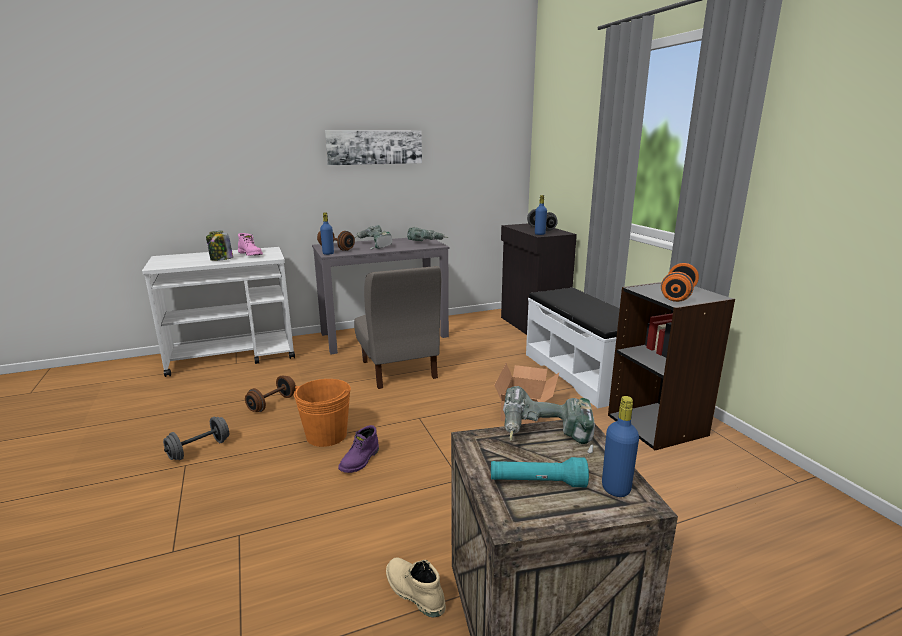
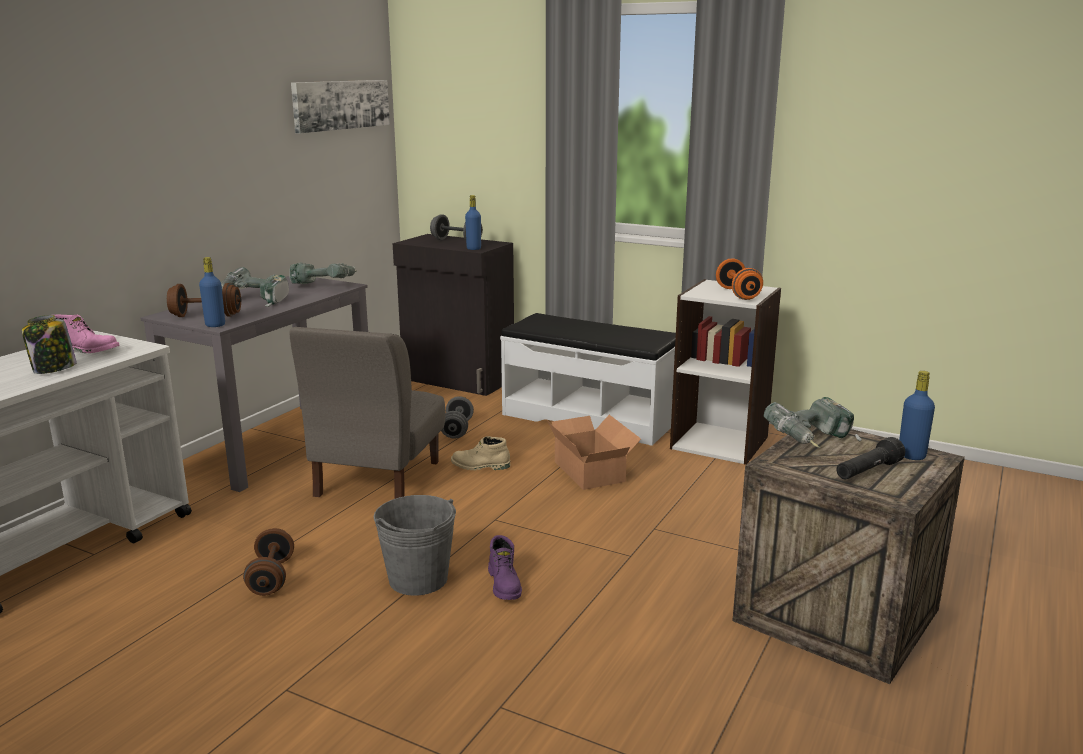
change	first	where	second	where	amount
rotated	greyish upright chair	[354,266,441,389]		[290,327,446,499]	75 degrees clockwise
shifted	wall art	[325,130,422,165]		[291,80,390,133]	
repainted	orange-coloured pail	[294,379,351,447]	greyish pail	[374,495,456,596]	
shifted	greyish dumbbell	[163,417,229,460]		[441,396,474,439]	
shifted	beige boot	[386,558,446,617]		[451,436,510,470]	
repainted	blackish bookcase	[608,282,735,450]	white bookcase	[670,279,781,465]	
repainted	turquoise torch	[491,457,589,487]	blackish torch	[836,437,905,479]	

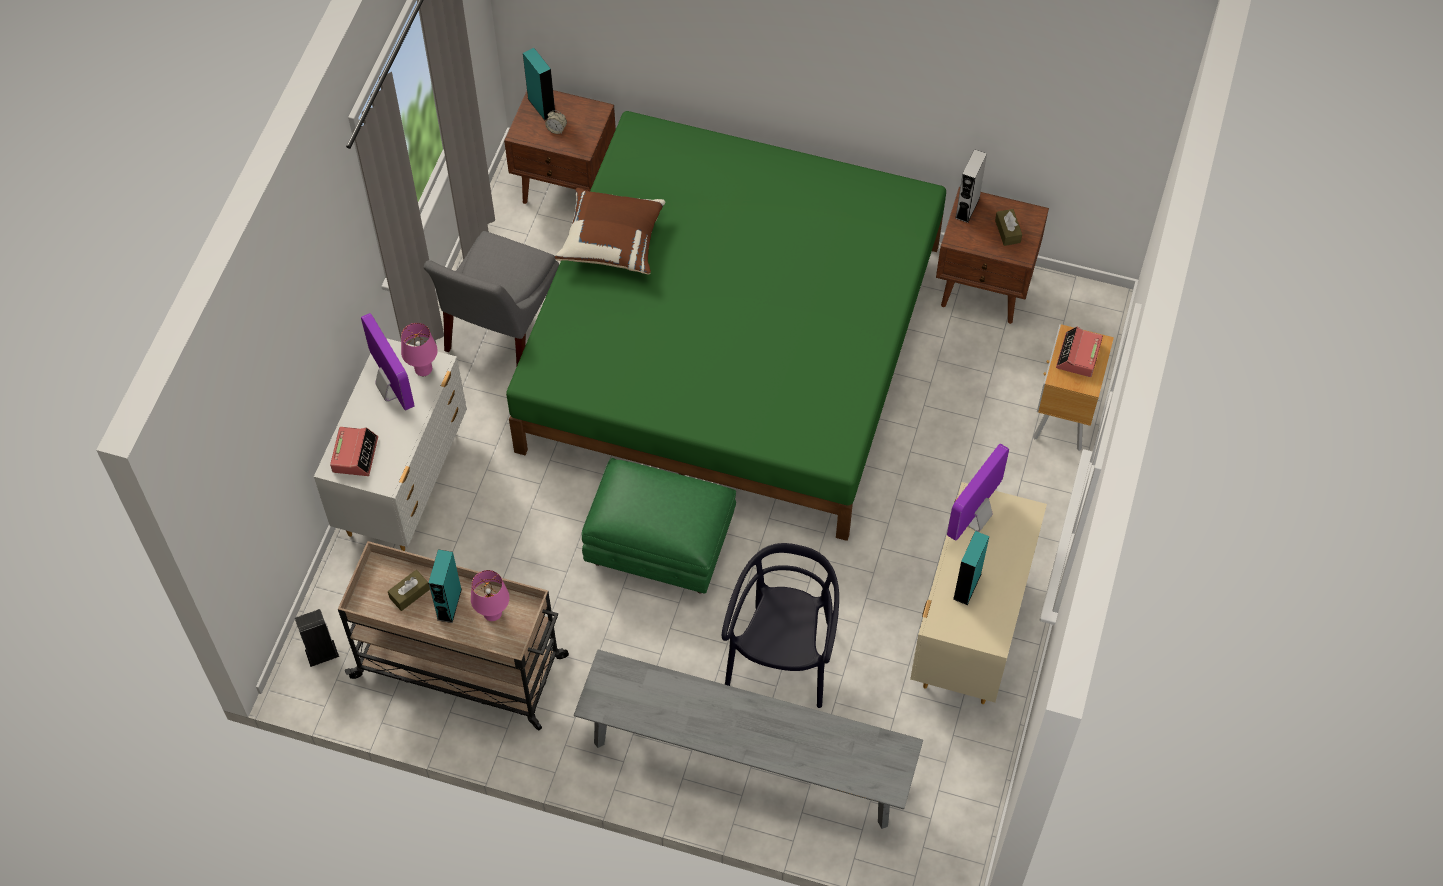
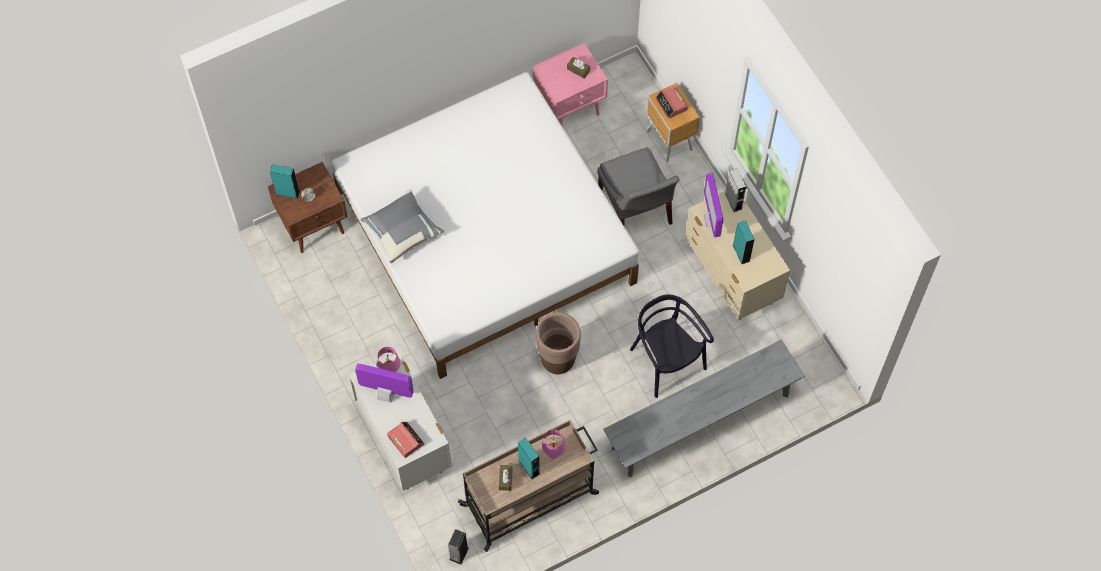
change	first	where	second	where	amount
repainted	green bed	[506,111,946,541]	white bed	[331,72,639,379]	
repainted	brownish pillow	[555,188,665,274]	greyish pillow	[361,189,444,263]	
repainted	brownish night table	[936,187,1049,324]	pink-coloured night table	[533,43,608,126]	
swapped	green ottoman	[582,458,736,594]	brownish plant pot	[536,312,581,374]	
shifted	greyish upright chair	[423,231,559,365]		[597,148,680,225]	
shifted	greyish audio speaker	[955,149,987,223]		[725,168,746,212]	

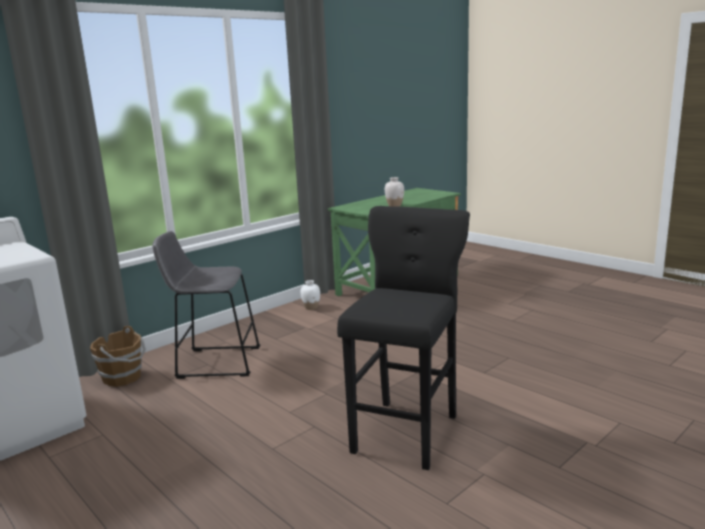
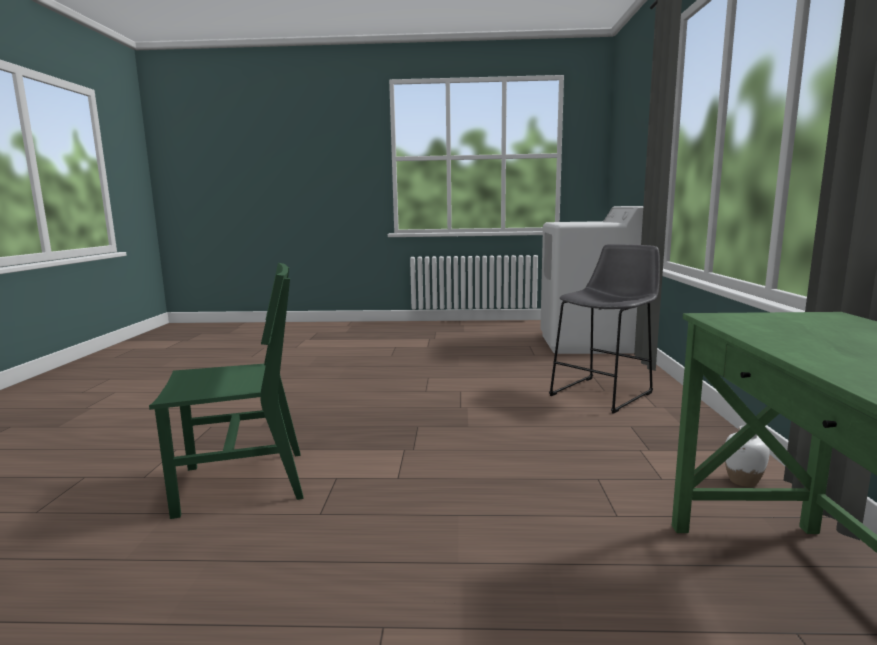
change	first	where	second	where	amount
new			green upright chair	[149,263,304,519]	
gone	brownish pail	[90,326,146,387]			
gone	blackish stool	[337,206,470,470]			
gone	white flower vase	[385,177,404,207]			

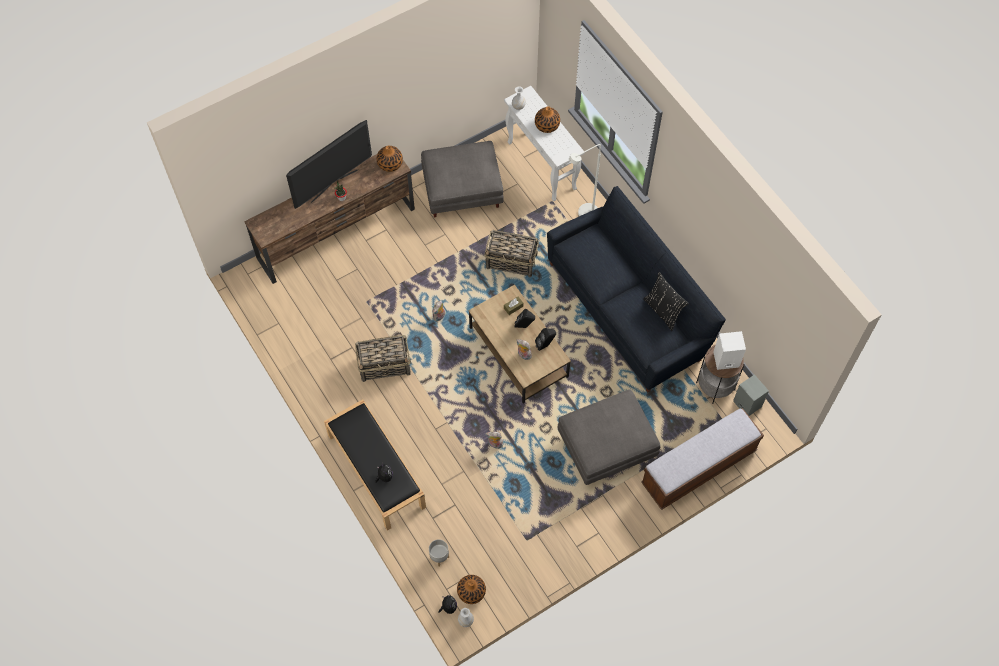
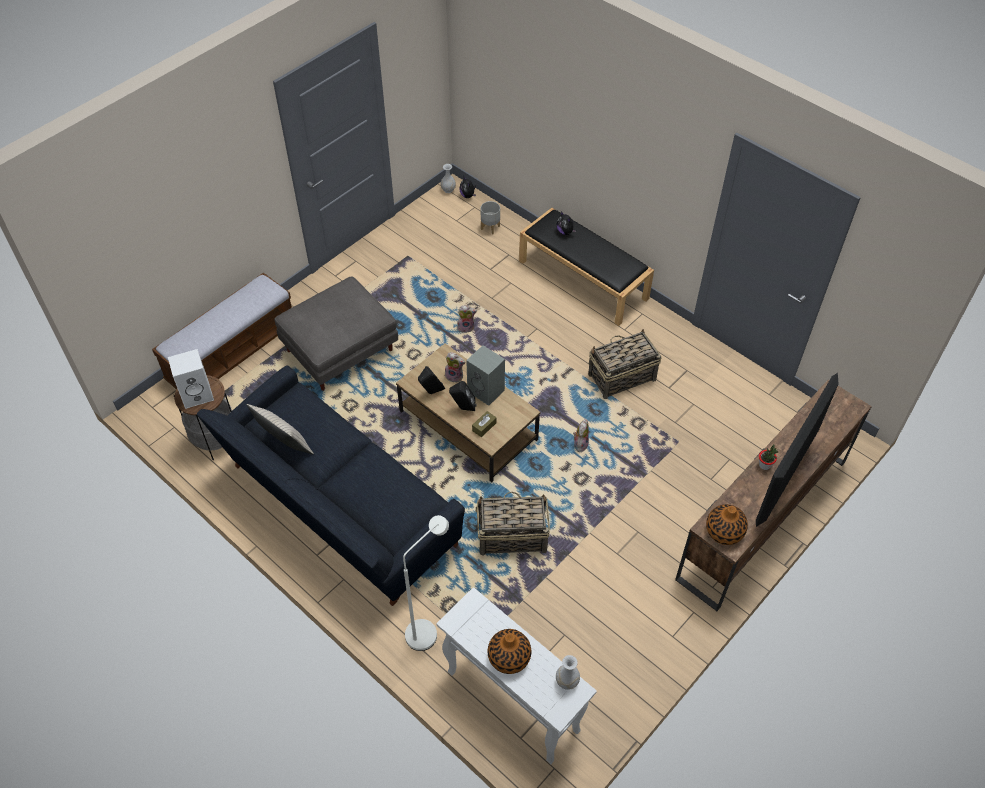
change	first	where	second	where	amount
repainted	blackish pillow	[643,272,689,331]	beige pillow	[246,404,314,454]	
shifted	greyish audio speaker	[733,374,769,416]		[466,345,505,406]	
gone	greyish ottoman	[421,141,504,217]			
gone	flower vase	[457,575,486,604]			

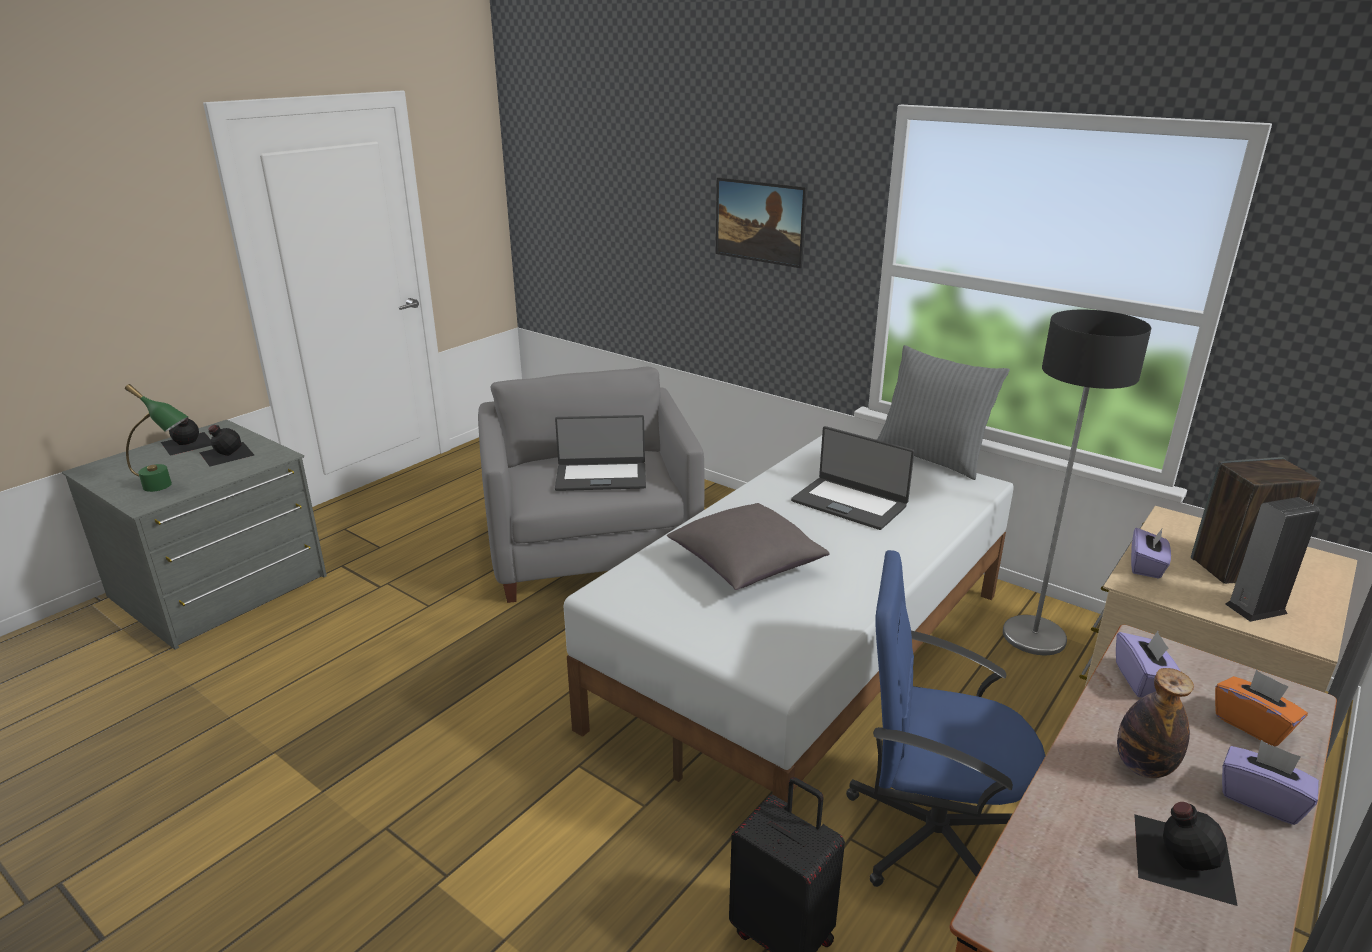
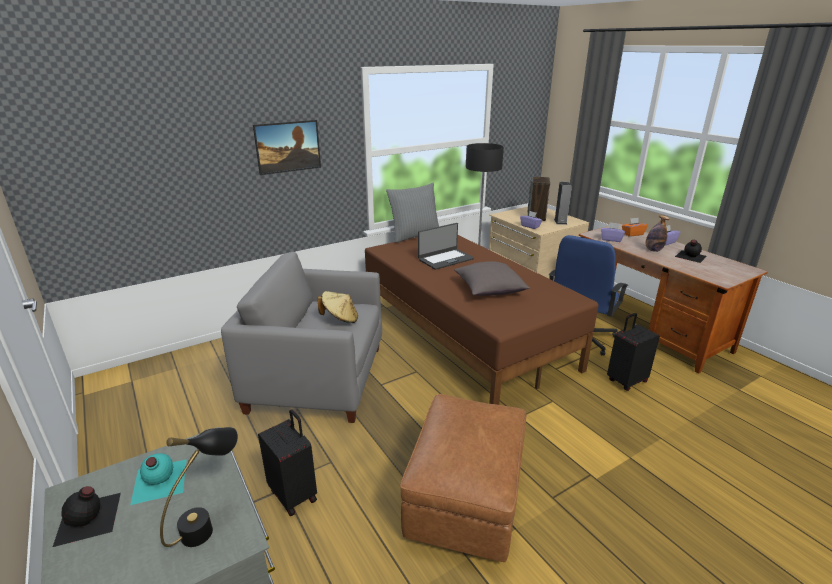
change	first	where	second	where	amount
repainted	blackish beverage bottle	[199,425,254,467]	turquoise beverage bottle	[130,453,187,505]	
repainted	green tabletop lamp	[125,384,188,492]	blackish tabletop lamp	[160,427,238,547]	
new			blackish travel case	[258,409,317,516]	
swapped	portable computer	[555,415,646,491]	beige wearable hat	[318,291,358,323]	
repainted	white bed	[564,435,1014,803]	brownish bed	[365,235,598,405]	
new			brownish ottoman	[400,394,526,562]	

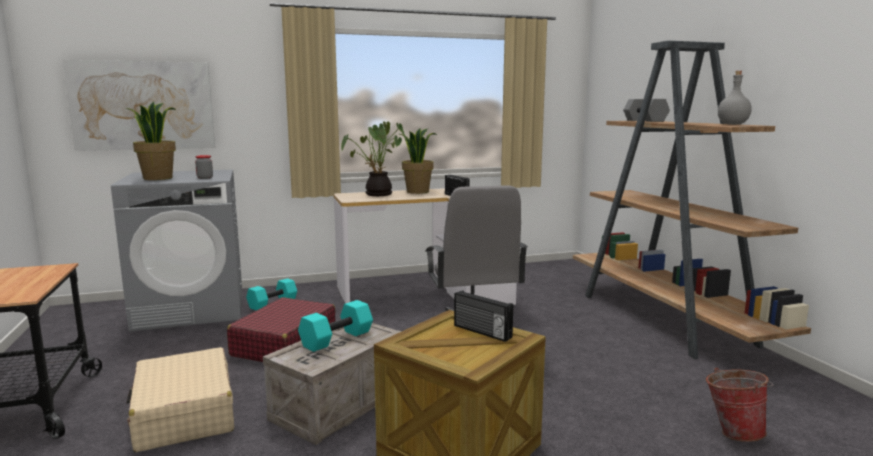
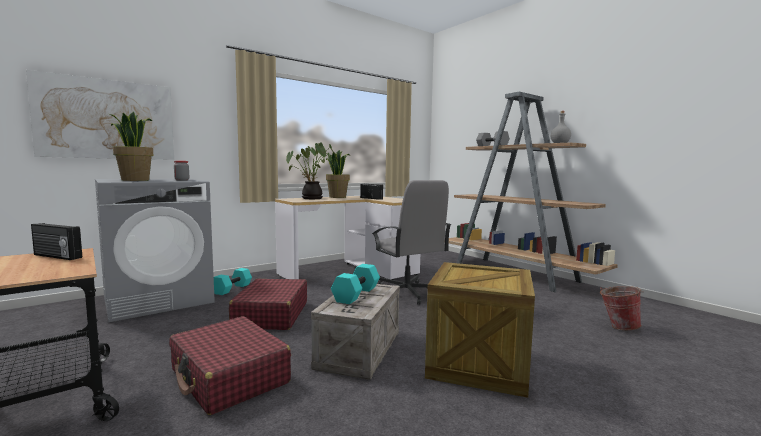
change	first	where	second	where	amount
shifted	radio receiver	[454,290,513,342]		[31,223,82,260]	
repainted	beige travel case	[127,347,234,452]	reddish travel case	[169,316,291,415]	

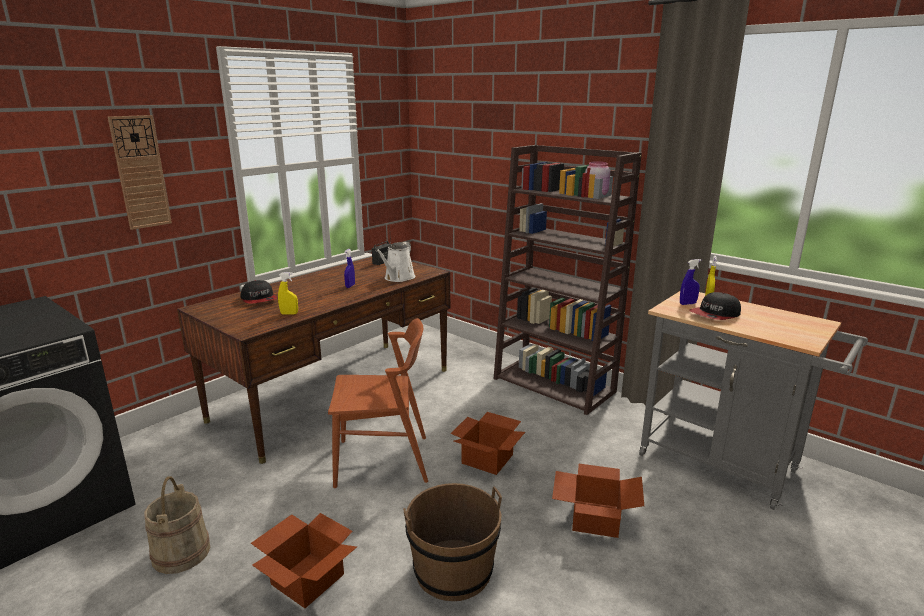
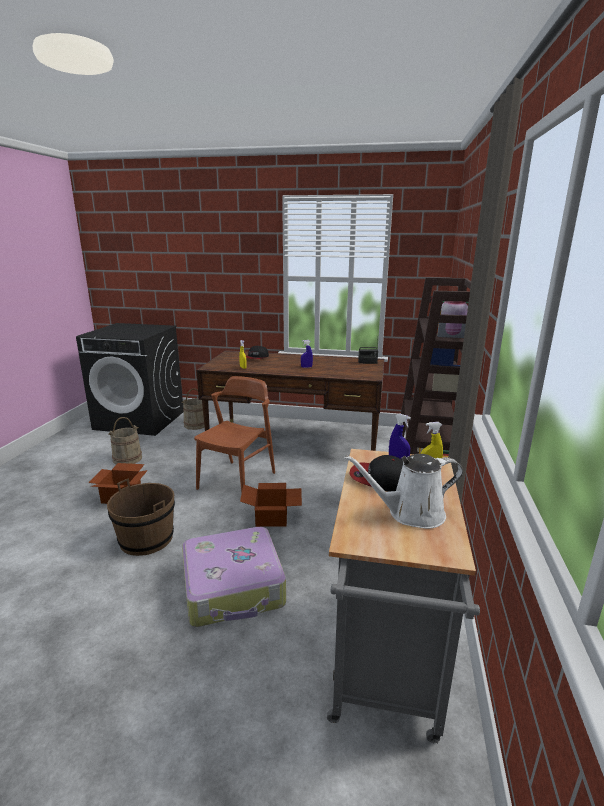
change	first	where	second	where	amount
new			beige pail	[182,388,205,430]	
swapped	carton	[552,464,644,538]	travel case	[182,527,286,627]	
rotated	brownish upright chair	[328,318,428,488]		[194,376,275,493]	120 degrees counterclockwise
shifted	white sprinkling can	[376,242,415,282]		[344,454,463,529]	
gone	hanging clock	[108,115,172,230]			

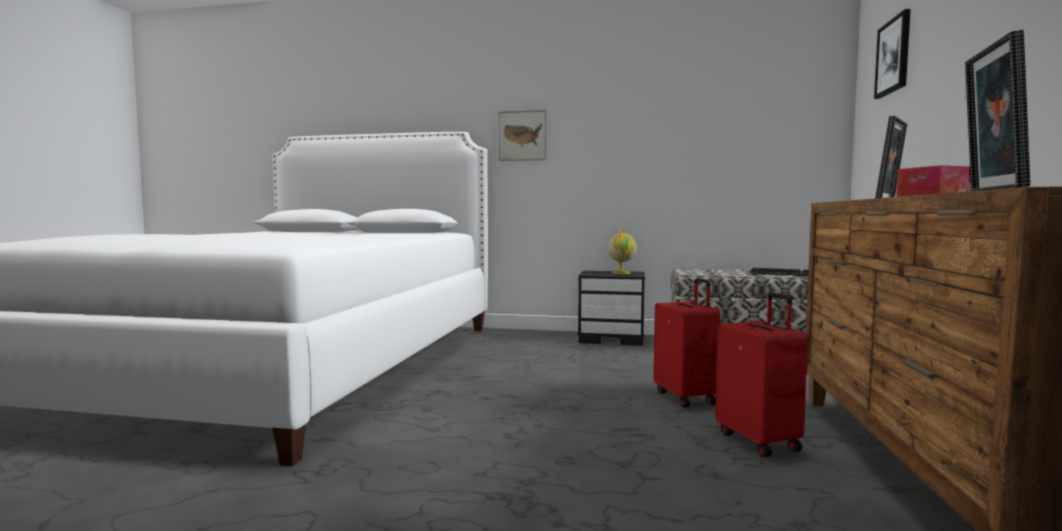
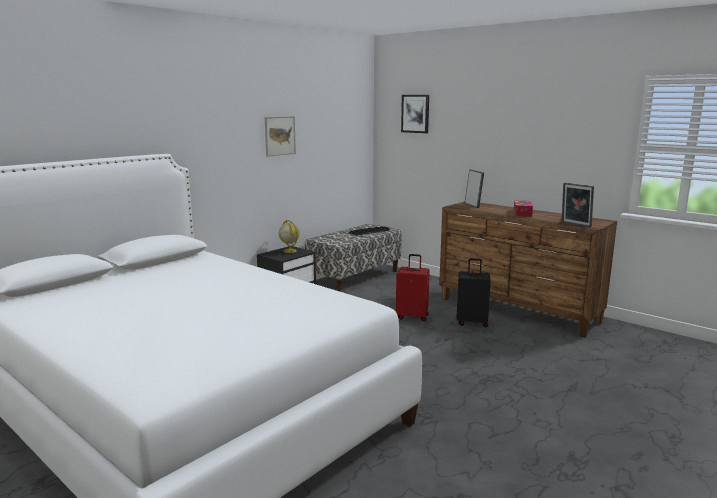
change	first	where	second	where	amount
shifted	wall art	[499,110,547,161]		[265,116,296,157]	
repainted	reddish travel case	[715,293,808,457]	blackish travel case	[456,258,491,328]	

